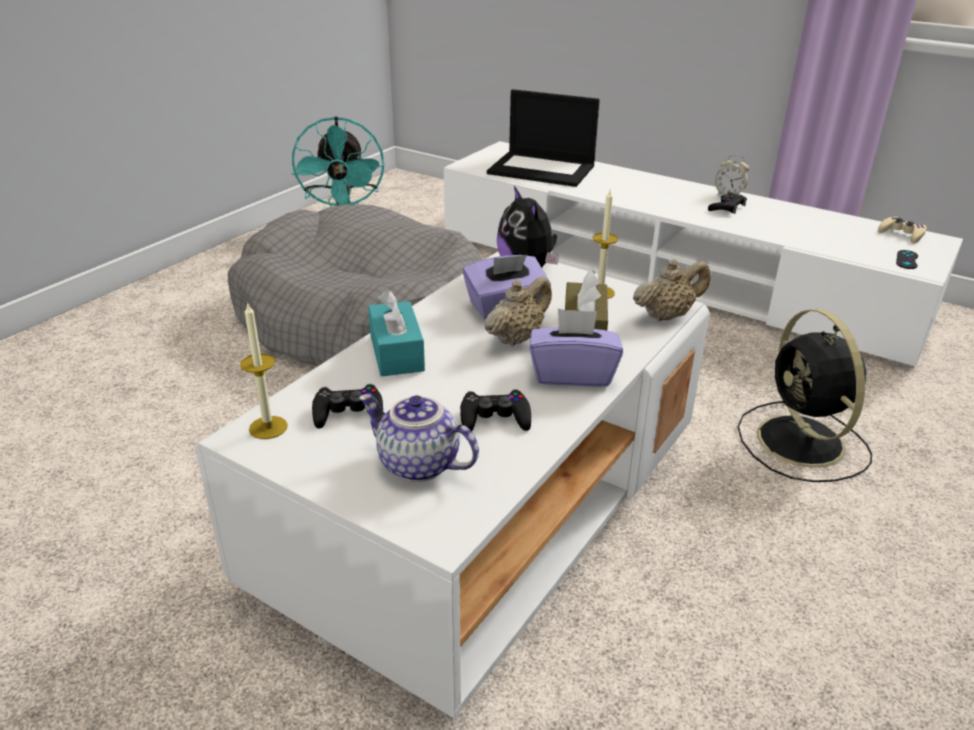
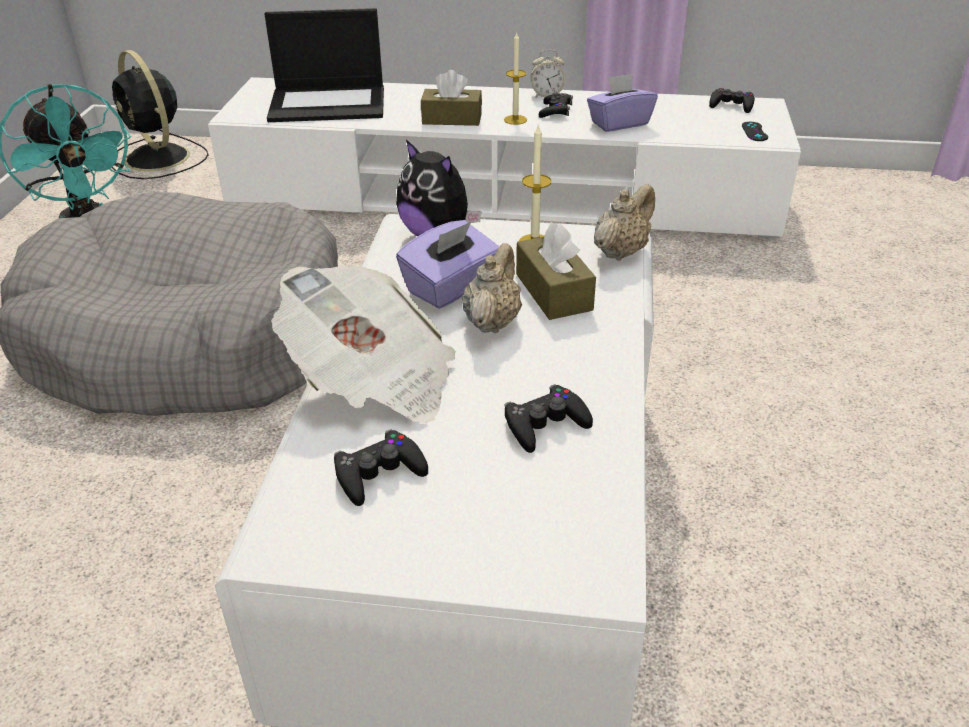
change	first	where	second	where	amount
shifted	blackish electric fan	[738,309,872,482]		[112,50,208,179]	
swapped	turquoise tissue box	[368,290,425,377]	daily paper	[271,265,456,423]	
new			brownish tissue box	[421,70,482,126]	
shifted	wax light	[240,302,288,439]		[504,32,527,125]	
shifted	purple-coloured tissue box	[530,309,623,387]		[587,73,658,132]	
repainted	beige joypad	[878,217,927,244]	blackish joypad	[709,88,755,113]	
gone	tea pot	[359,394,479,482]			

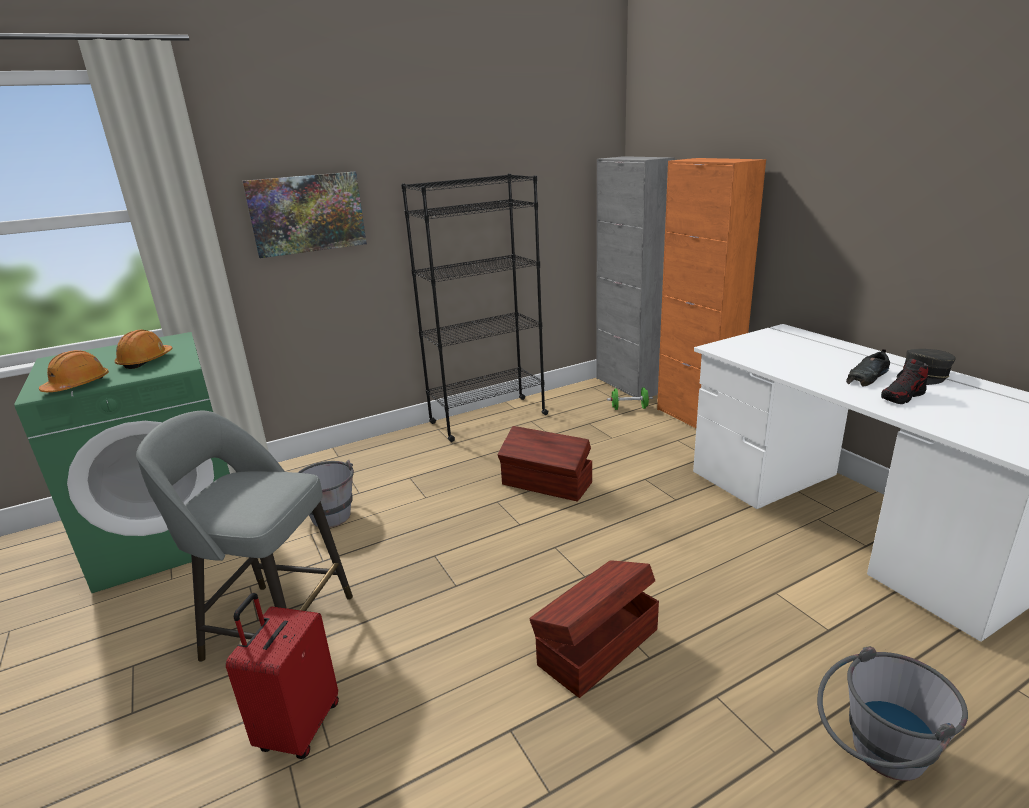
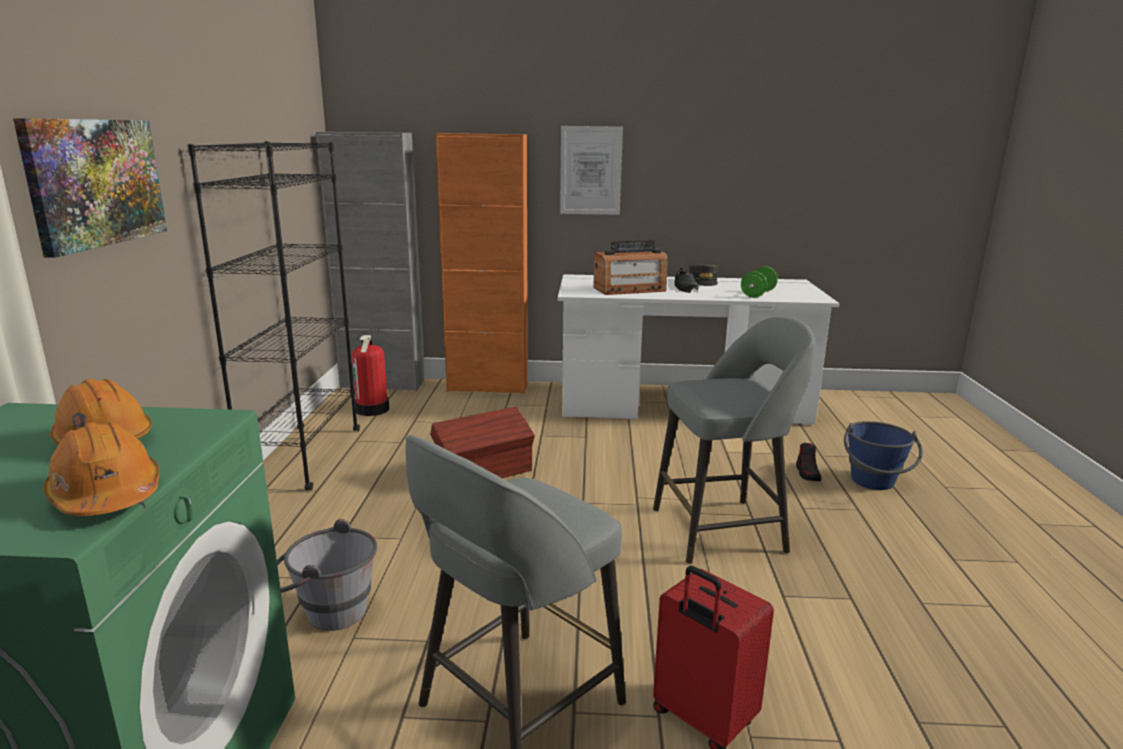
change	first	where	second	where	amount
new			extinguisher	[352,335,389,416]	
new			wall art	[560,126,623,215]	
new			radio receiver	[593,240,668,295]	
swapped	brownish storage bin	[529,560,659,698]	greyish stool	[653,317,815,564]	
shifted	green dumbbell	[607,387,653,410]		[741,266,778,298]	
shifted	shoe	[881,358,929,404]		[796,443,821,481]	
repainted	greyish pail	[817,646,968,781]	bluish pail	[844,421,923,490]	

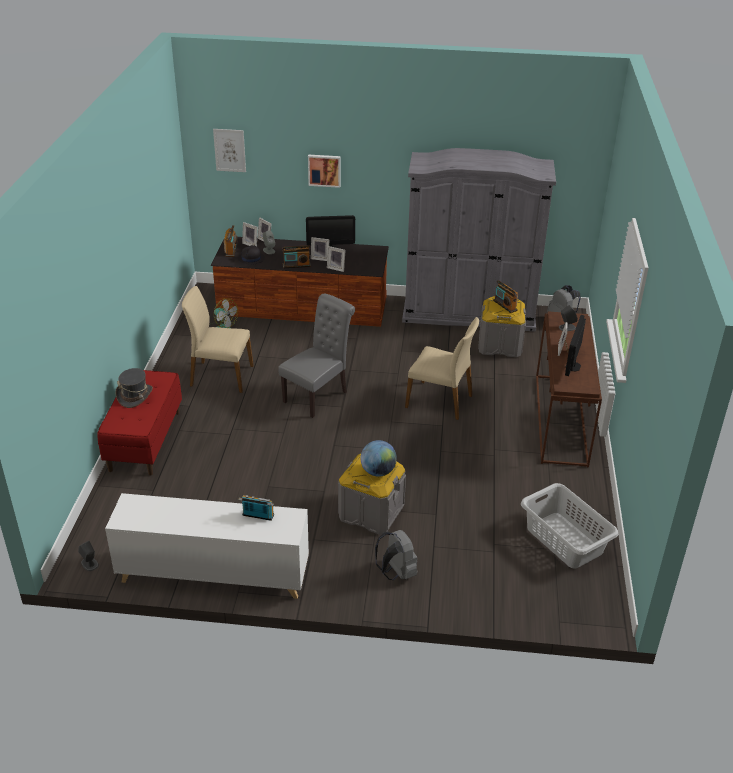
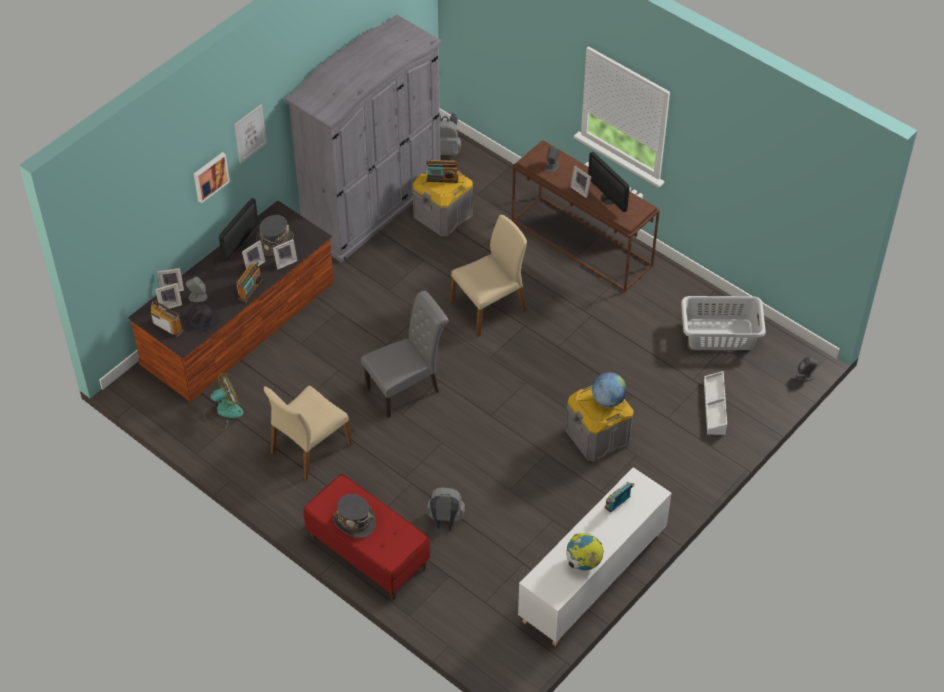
change	first	where	second	where	amount
shifted	wall art	[213,129,246,172]		[234,104,267,163]	
new			greyish wearable hat	[256,215,294,256]	
rotated	greyish upright chair	[278,294,355,418]		[361,291,449,418]	75 degrees clockwise
shifted	greyish rucksack	[375,530,417,580]		[427,487,465,531]	
new			globe	[566,533,604,571]	
new			white storage bin	[704,371,728,435]	
shifted	greyish audio speaker	[78,541,99,571]		[796,357,818,381]	

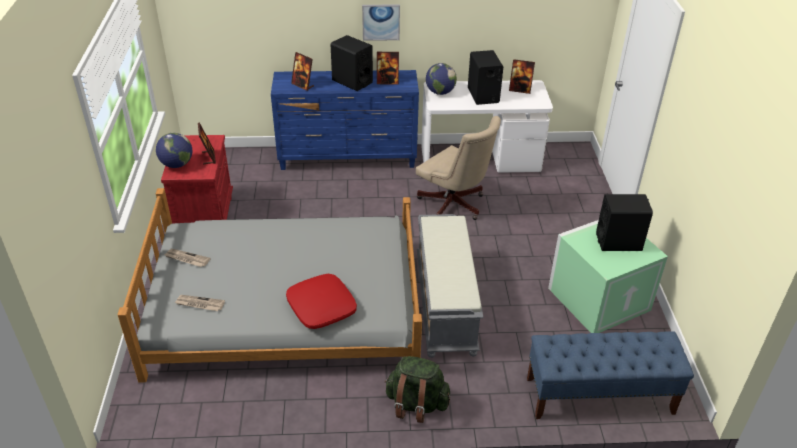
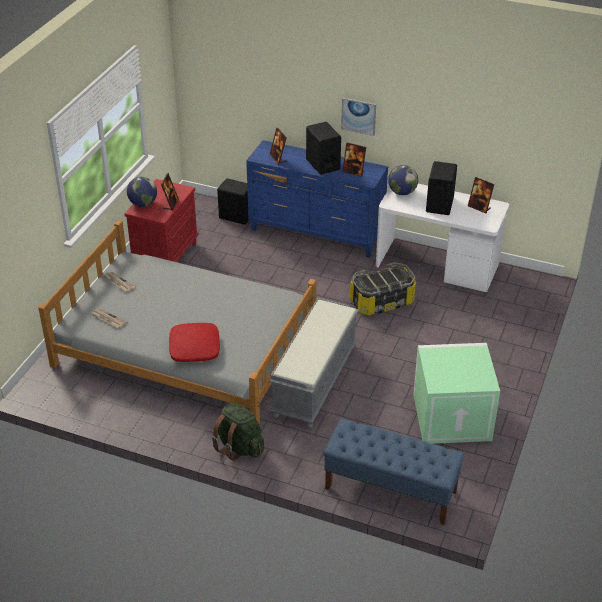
change	first	where	second	where	amount
shifted	blackish audio speaker	[596,194,653,251]		[217,178,249,225]	
swapped	beige office chair	[416,116,501,220]	storage bin	[350,262,416,315]	

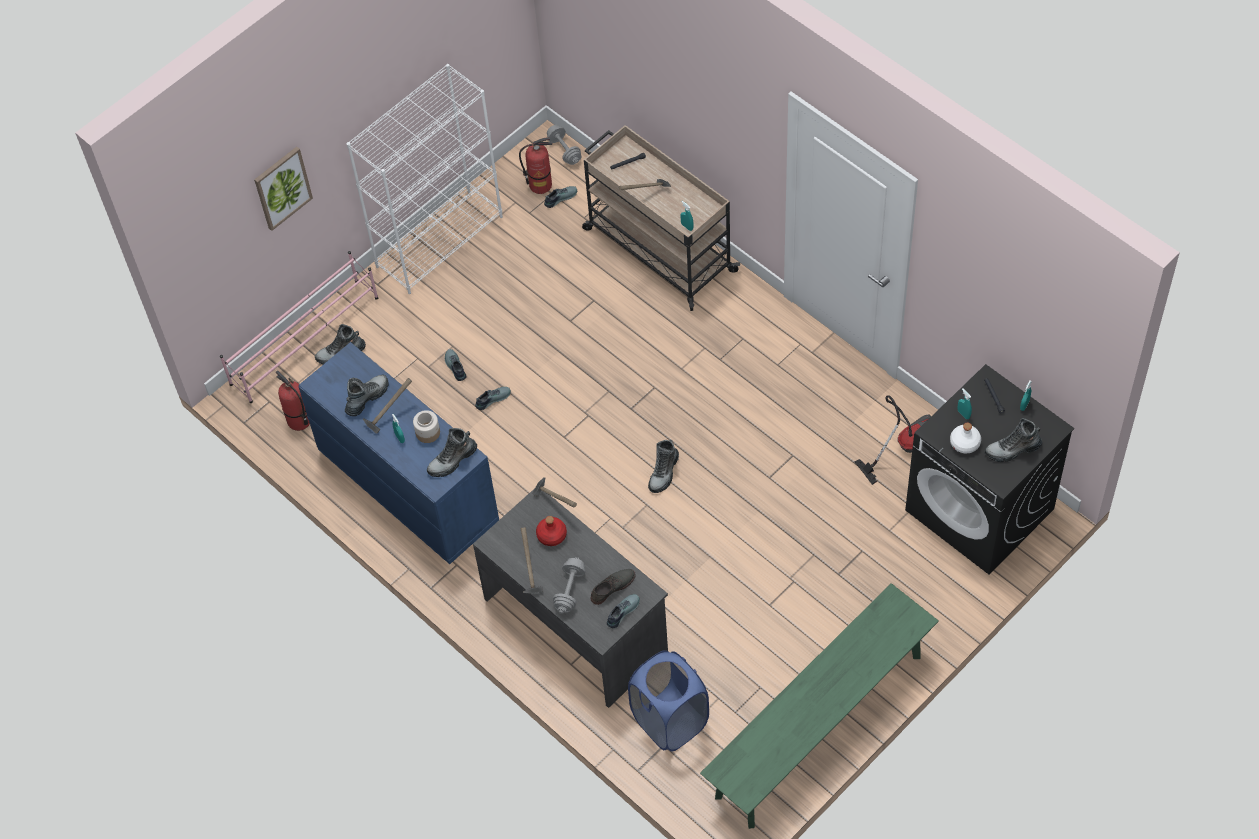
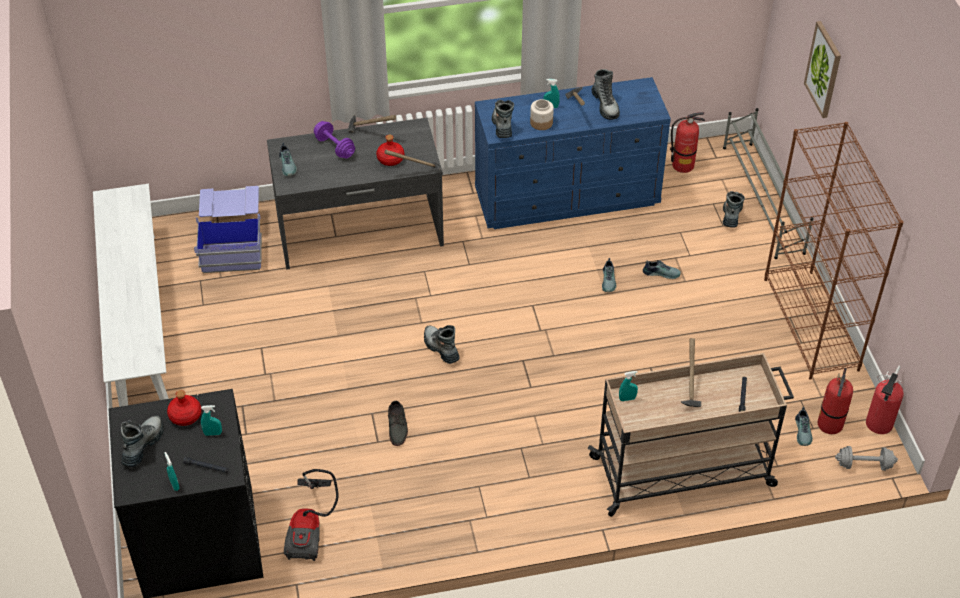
change	first	where	second	where	amount
repainted	green indoor bench	[700,583,939,829]	white indoor bench	[93,184,169,407]	
repainted	white beverage bottle	[950,422,981,453]	reddish beverage bottle	[167,390,201,426]	
swapped	bluish laundry basket	[628,650,709,751]	bluish storage bin	[194,186,262,273]	
repainted	greyish dumbbell	[553,557,586,613]	purple-coloured dumbbell	[314,121,355,158]	
shifted	greyish shoe	[591,569,636,605]		[388,401,408,446]	
repainted	pink-coloured shoe stand	[220,251,378,403]	greyish shoe stand	[723,108,814,259]	
repainted	white bookcase	[347,64,503,294]	brownish bookcase	[764,122,903,380]	
new			extinguisher	[866,365,904,434]	

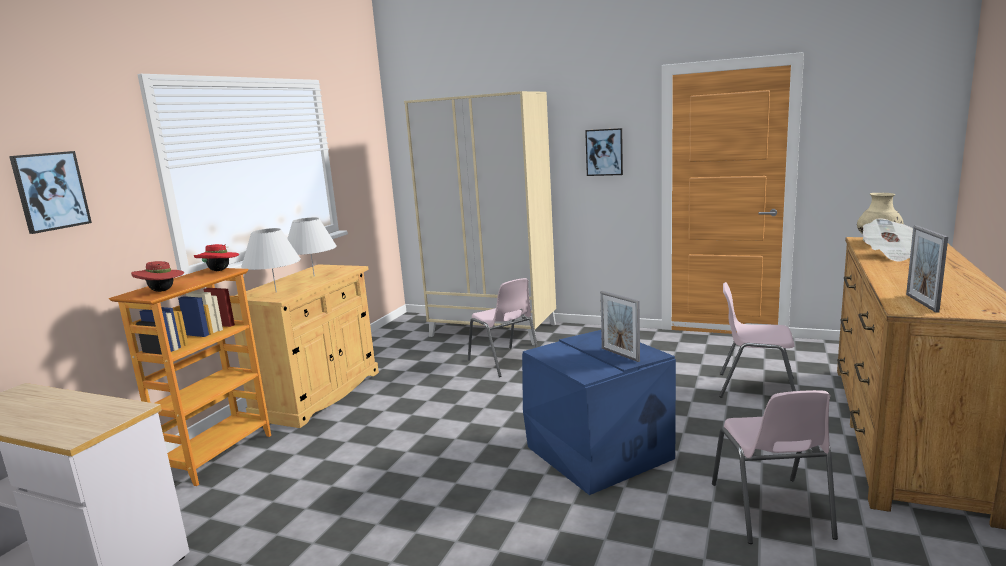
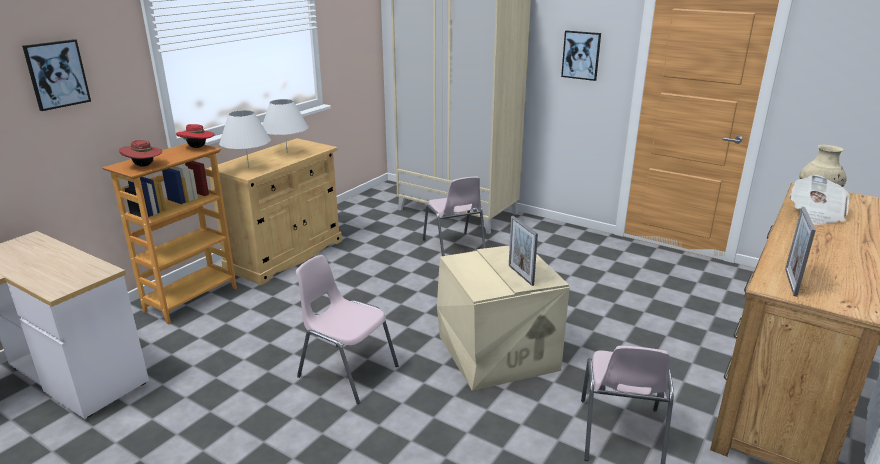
change	first	where	second	where	amount
shifted	pink-coloured upright chair	[719,282,796,398]		[296,255,399,404]	
repainted	bluish storage bin	[522,330,676,495]	beige storage bin	[437,245,570,391]	

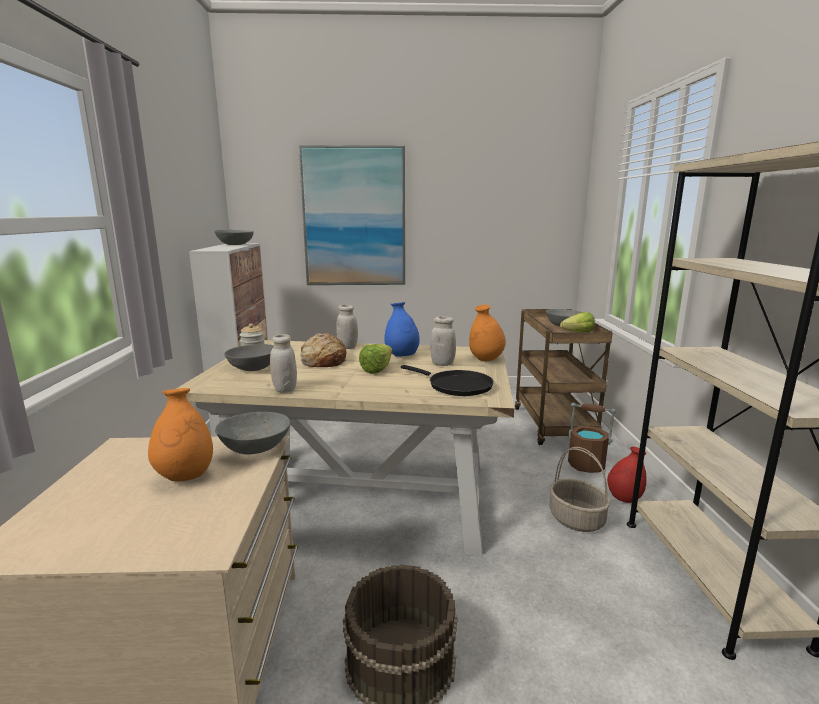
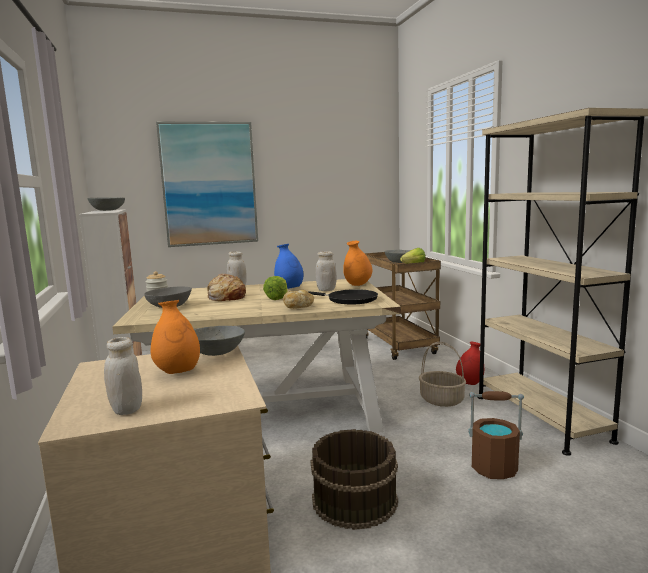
change	first	where	second	where	amount
shifted	white storage jar	[270,334,297,393]		[104,337,142,415]	
new			bread	[283,290,314,309]	
shifted	brownish pail	[568,403,616,473]		[468,391,524,479]	

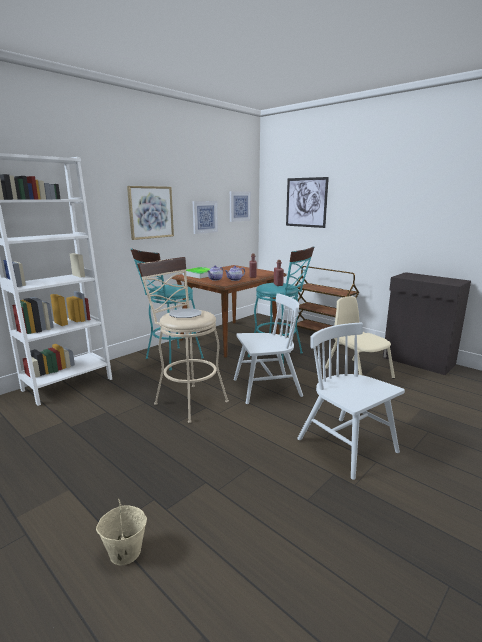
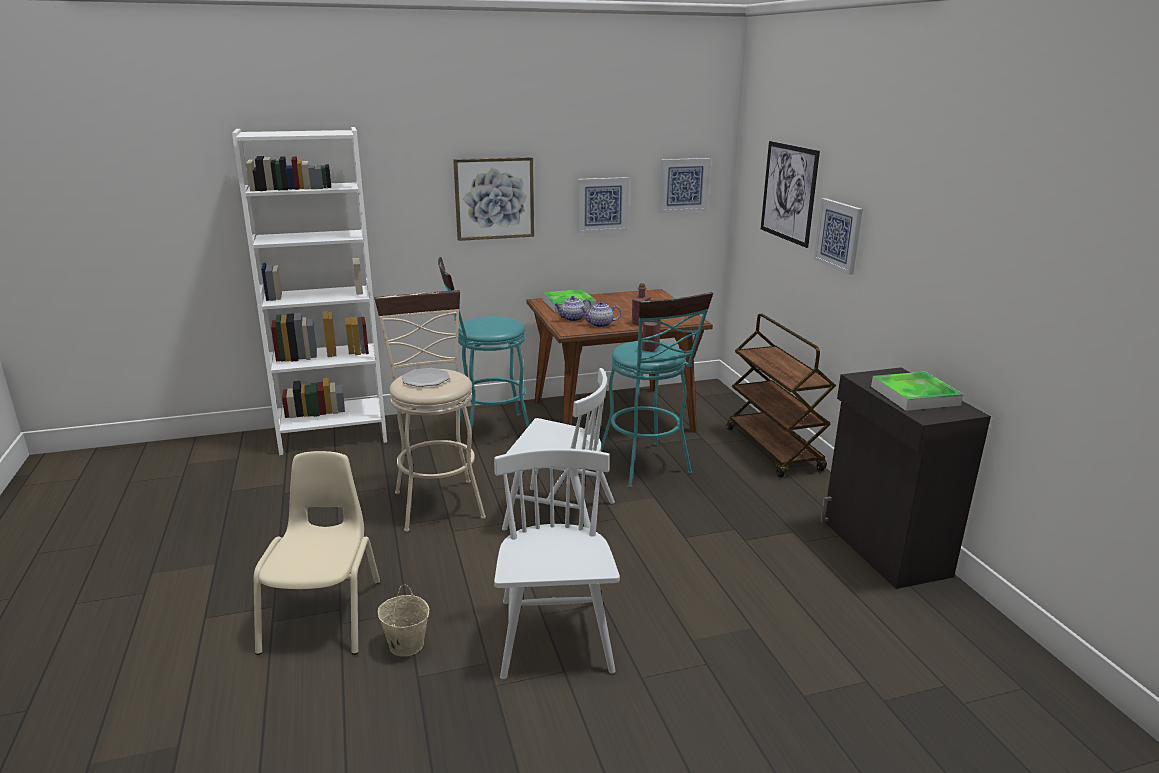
change	first	where	second	where	amount
shifted	beige upright chair	[325,296,395,379]		[254,451,380,655]	
shifted	beige pail	[96,498,147,565]		[378,584,429,657]	
new			wall art	[813,198,863,275]	
new			serving tray	[871,372,964,411]	

